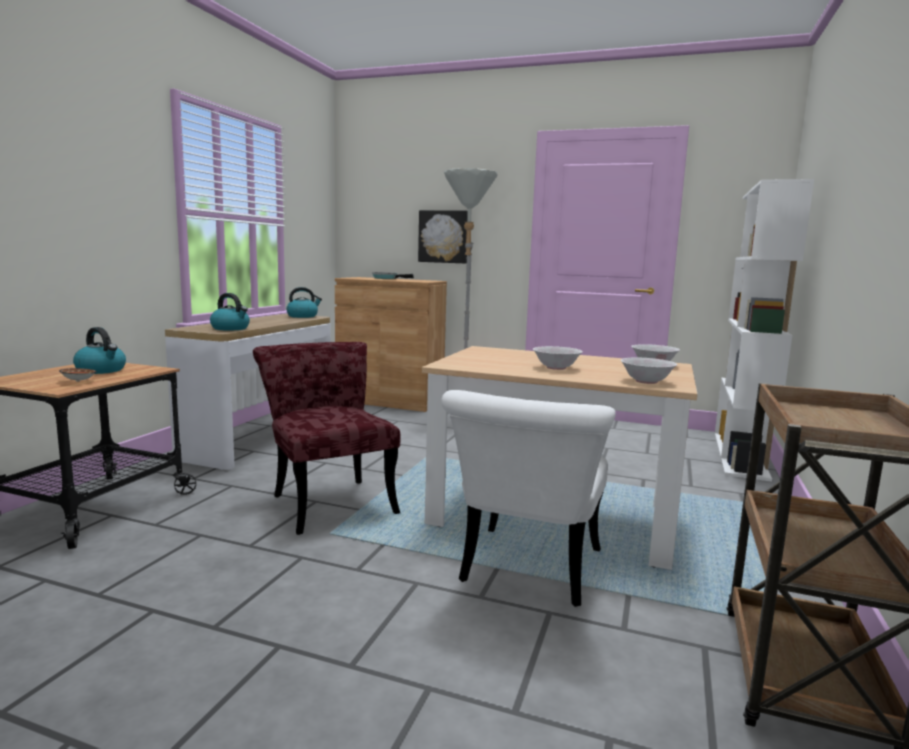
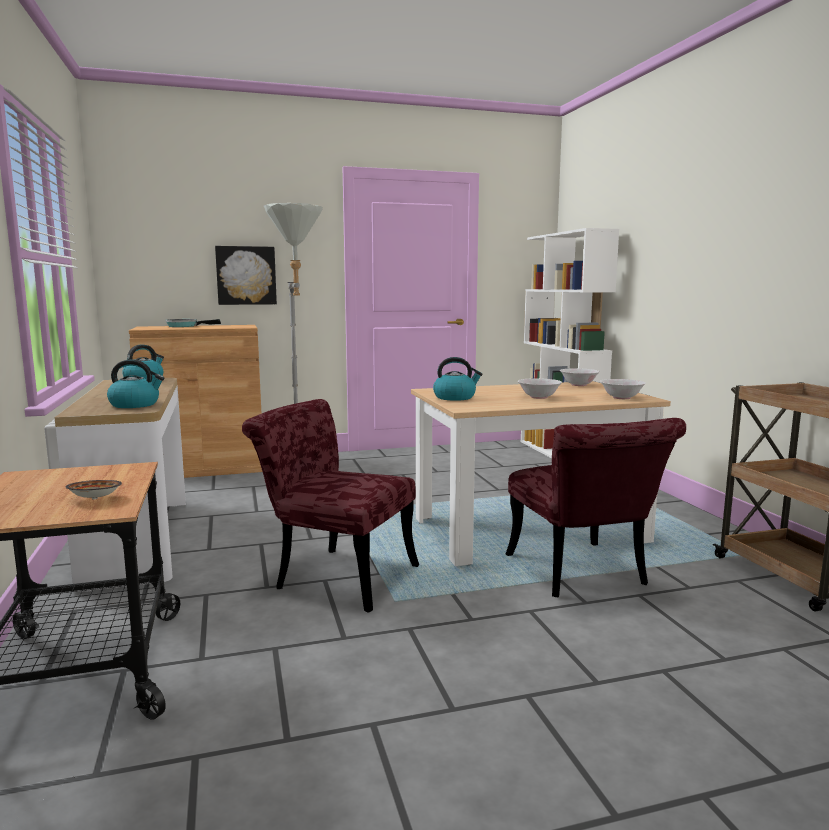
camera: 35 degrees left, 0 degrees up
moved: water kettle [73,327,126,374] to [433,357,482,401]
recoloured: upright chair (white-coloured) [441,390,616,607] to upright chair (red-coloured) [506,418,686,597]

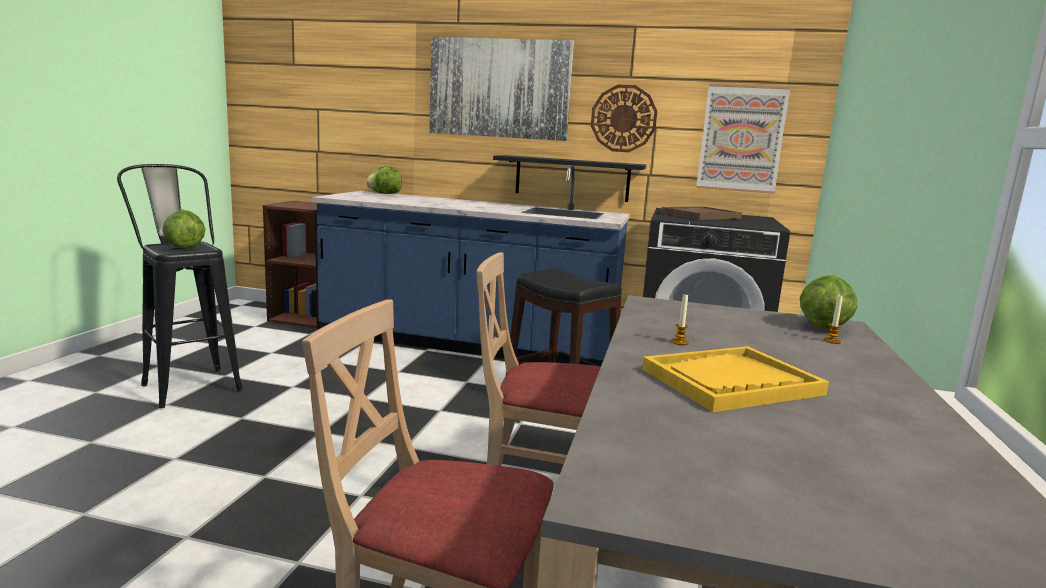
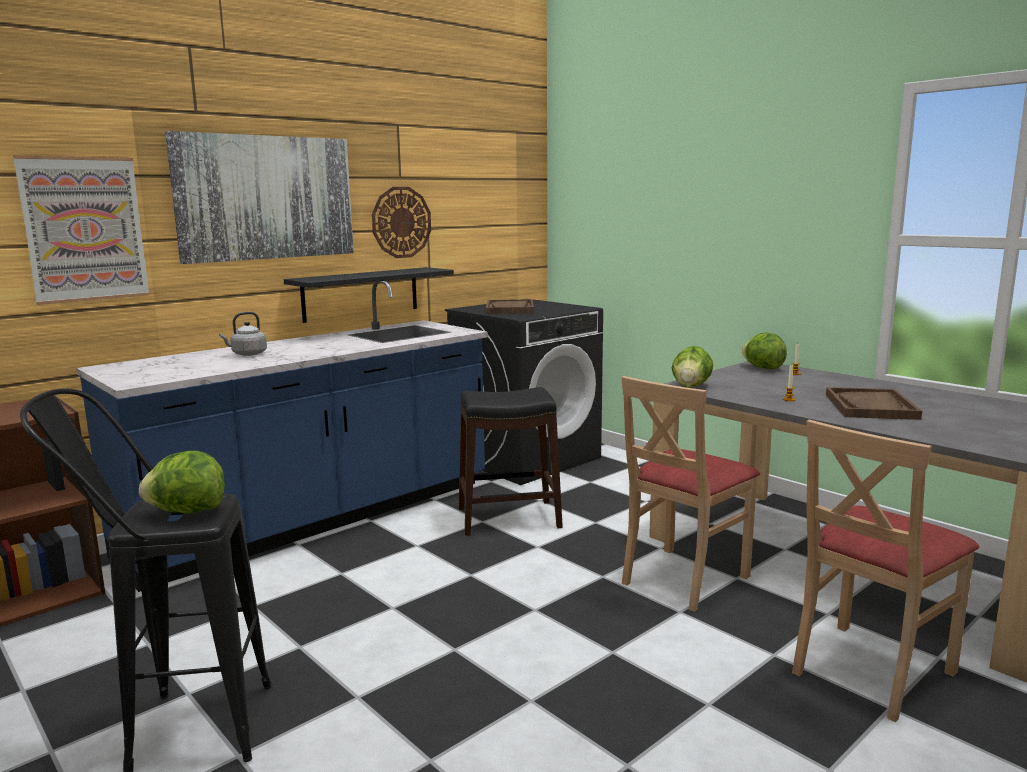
camera: 55 degrees left, 0 degrees up
added: water kettle (gray) [219,312,267,356]
moved: lettuce head [366,166,402,194] to [672,346,713,388]; wall art [696,84,790,194] to [13,155,150,305]
recoloured: carrying tray (yellow-coloured) [642,346,829,412] to carrying tray (brownish) [826,387,922,420]

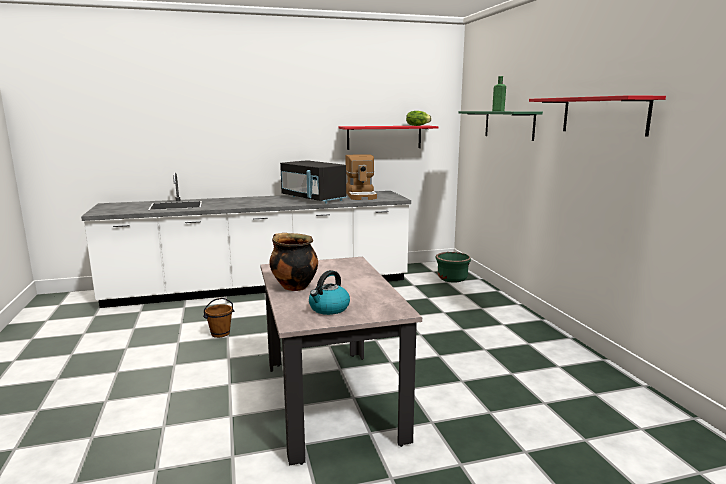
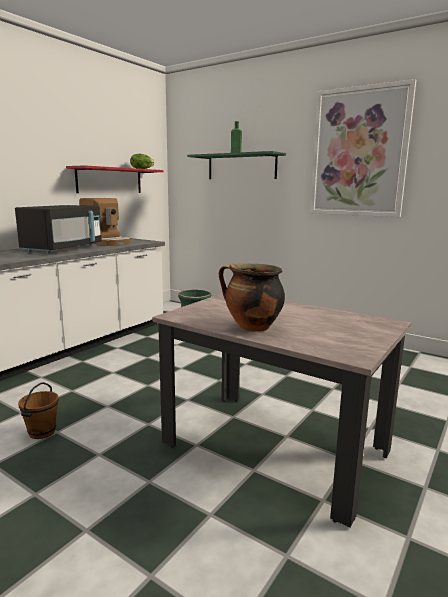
camera: 40 degrees left, 0 degrees up
removed: water kettle [309,270,350,315]
replaced: wall shelf (red-coloured) [529,95,666,136] to wall art [310,79,416,217]
turned: kitchen microwave (black) [280,160,347,204] = [15,205,102,254] 75 degrees counterclockwise

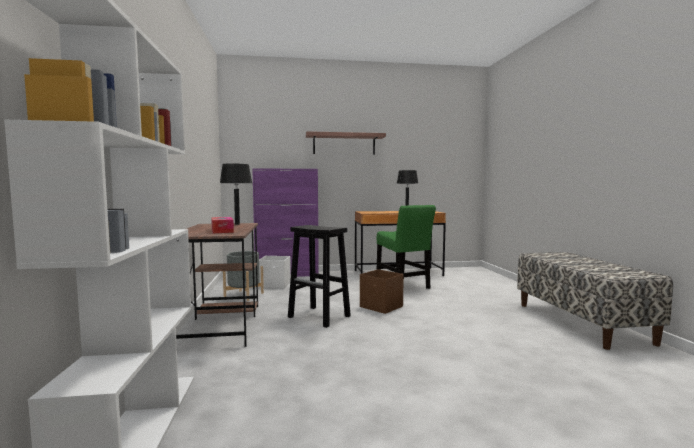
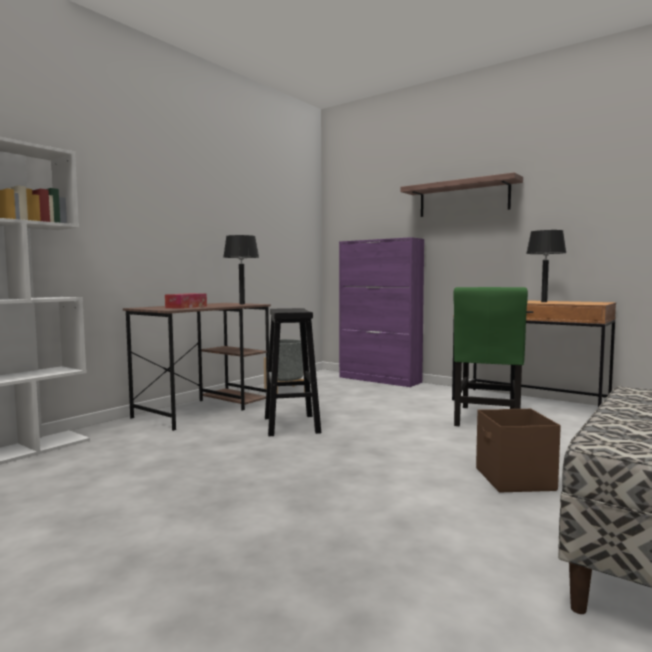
camera: 45 degrees right, 0 degrees up
removed: storage container (white-coloured) [259,256,291,288]
moved: storage container (brownish) [360,269,404,314] to [476,409,561,492]

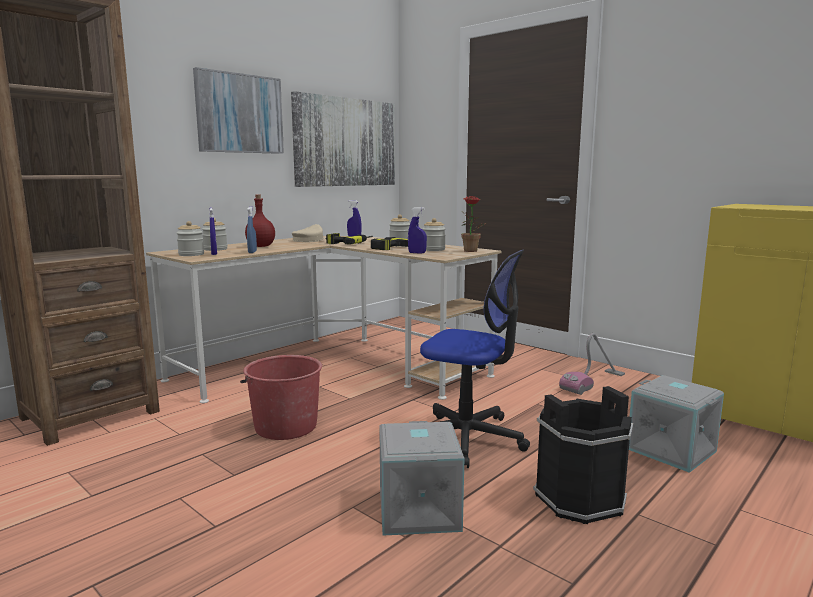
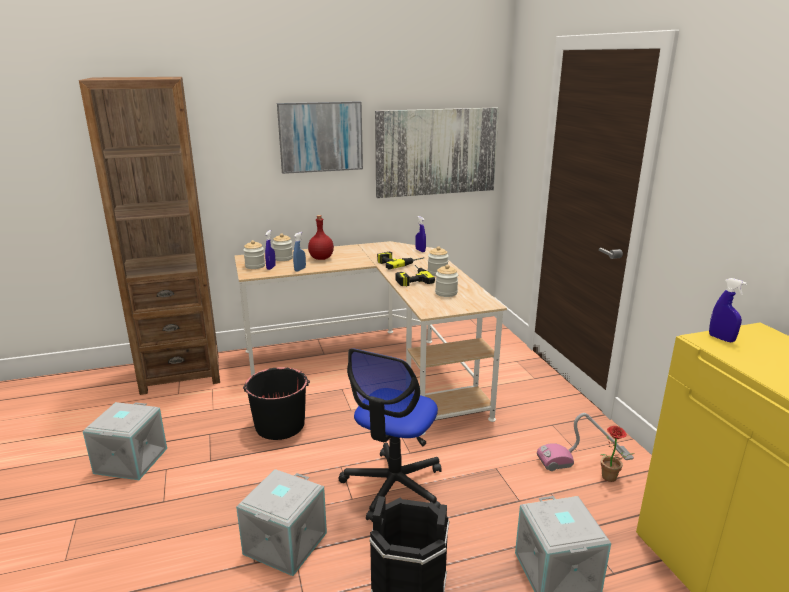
camera: 30 degrees right, 10 degrees up
removed: cap (beige) [292,224,326,242]
added: storage container (gray) [83,402,167,480]
moved: hand sprayer (blue-coloured) [408,207,427,254] to [709,278,747,342]; potted plant [461,196,487,252] to [601,426,635,482]
recoloured: pail (red-coloured) [240,355,322,440] to pail (black) [243,367,310,440]
turned: desk chair [420,250,530,468] = [338,348,442,522] 60 degrees clockwise

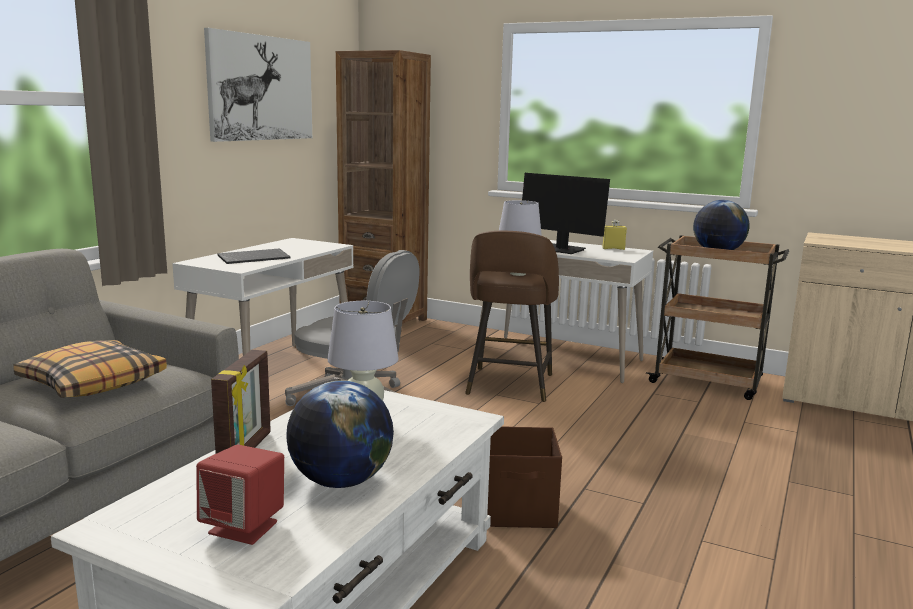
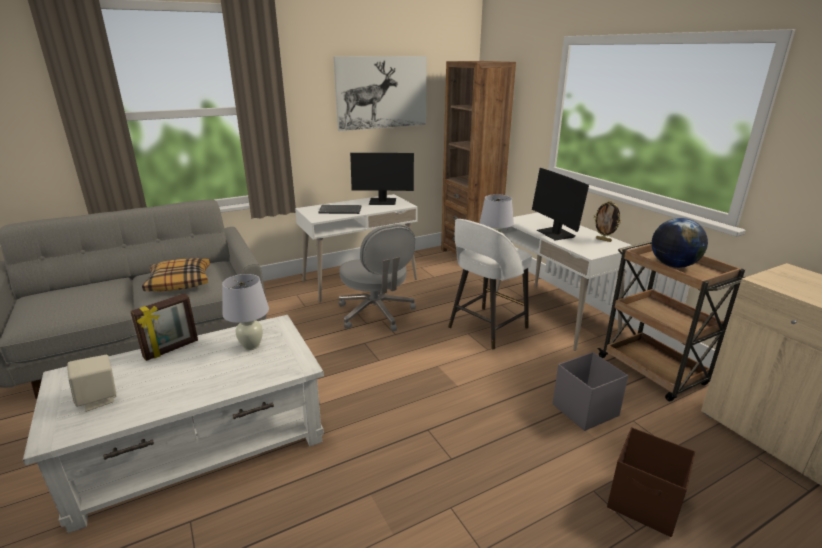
camera: 35 degrees right, 10 degrees up
removed: globe [286,380,394,488]
added: computer screen [350,153,414,205]; storage container (gray) [553,352,628,431]
moved: storage container (brownish) [487,426,562,528] to [607,427,695,537]
replaced: beverage bottle (yellow-coloured) [602,220,627,250] to photo frame [593,201,621,242]
recoloured: speaker (red-coloured) [196,444,284,545] to speaker (beige) [67,355,116,412]; stool seat (brownish) [465,231,559,402] to stool seat (white-coloured) [448,219,532,350]

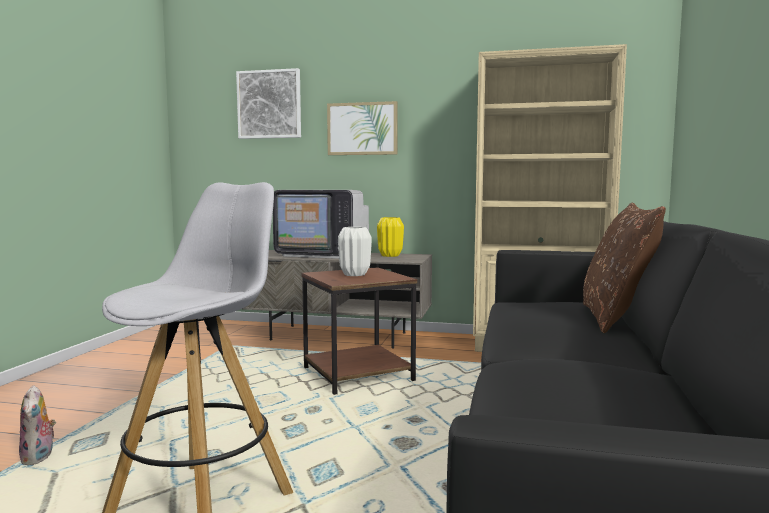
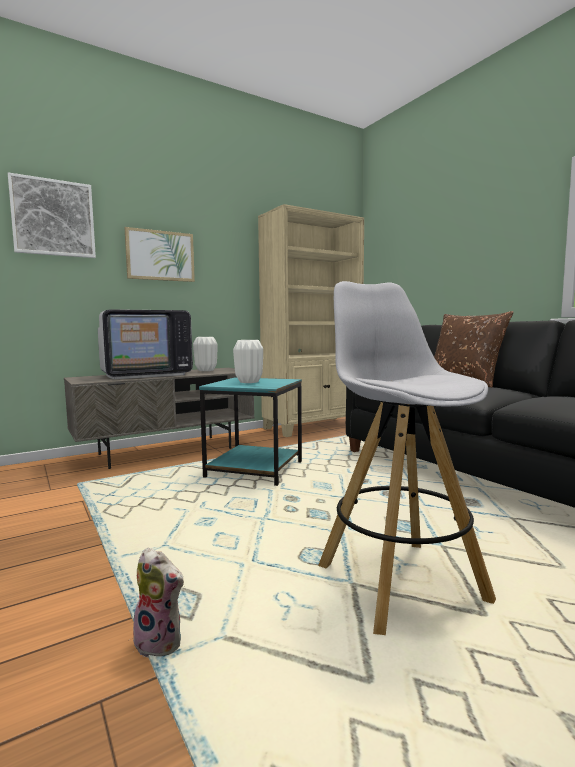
camera: 45 degrees left, 0 degrees up
recoloured: accent table (brownish) [301,267,417,395] to accent table (turquoise-coloured) [199,377,302,486]; decorative vase (yellow-coloured) [377,217,404,257] to decorative vase (white-coloured) [193,337,217,371]

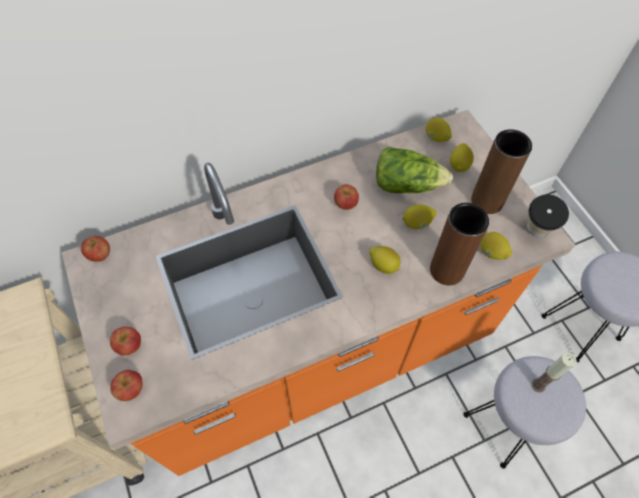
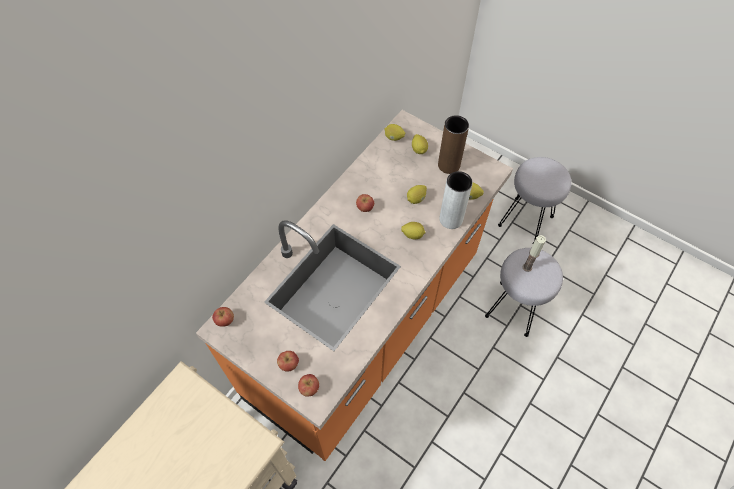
camera: 30 degrees left, 0 degrees up
removed: lettuce head [376,147,453,193]; small cup [527,194,569,237]
recoloured: decorative vase (brownish) [430,203,489,285] to decorative vase (gray) [439,171,473,229]

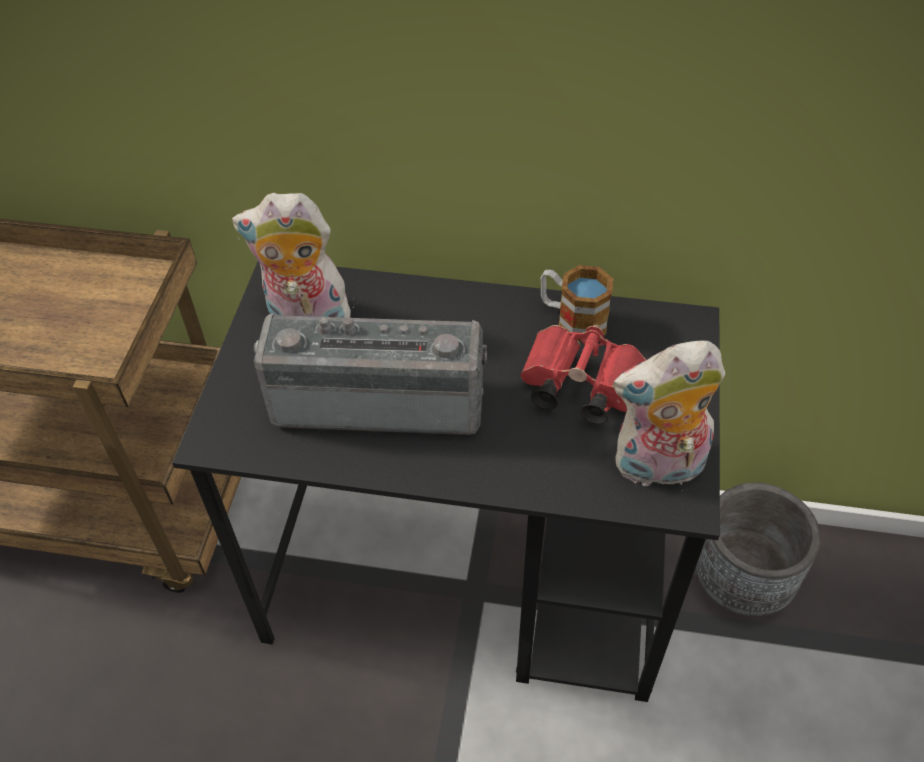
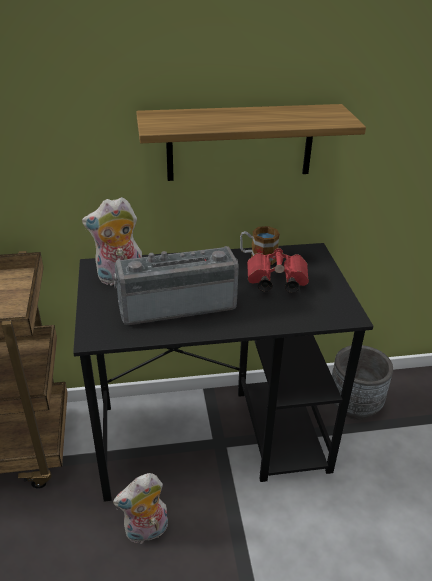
camera: 20 degrees left, 15 degrees down
added: wall shelf [136,104,366,181]
moved: soft toy [613,341,725,491] to [113,473,168,544]

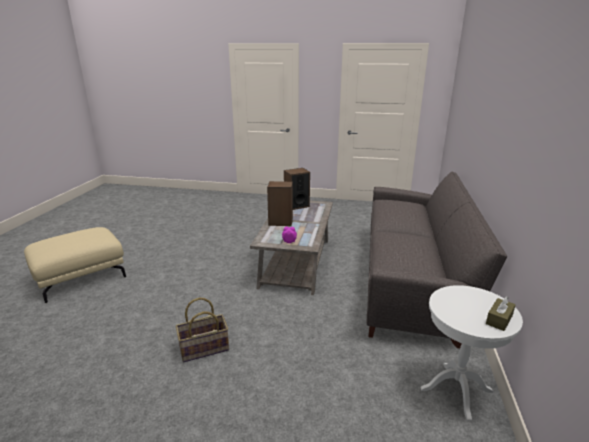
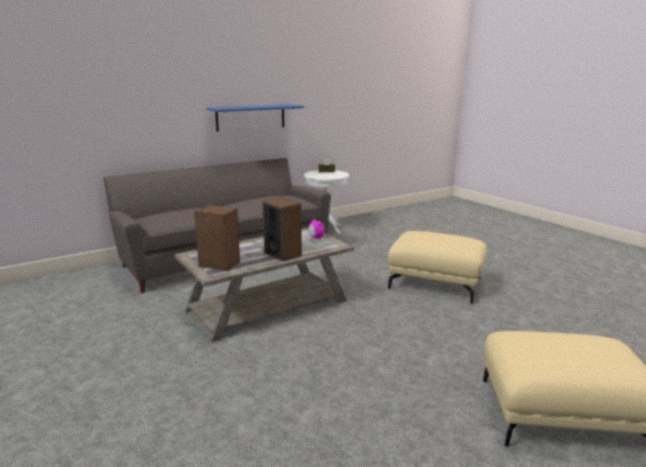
camera: 135 degrees left, 5 degrees down
added: wall shelf (blue-coloured) [207,104,304,132]
replaced: storage basket [176,297,229,363] to footrest (beige) [388,231,487,304]

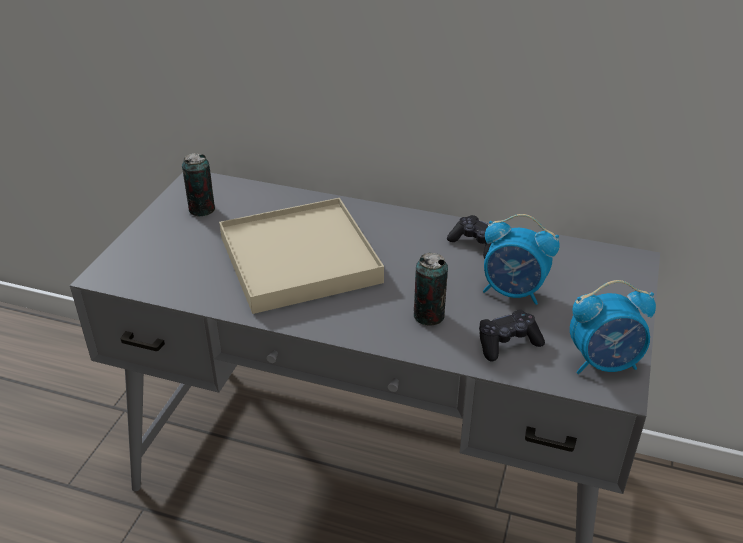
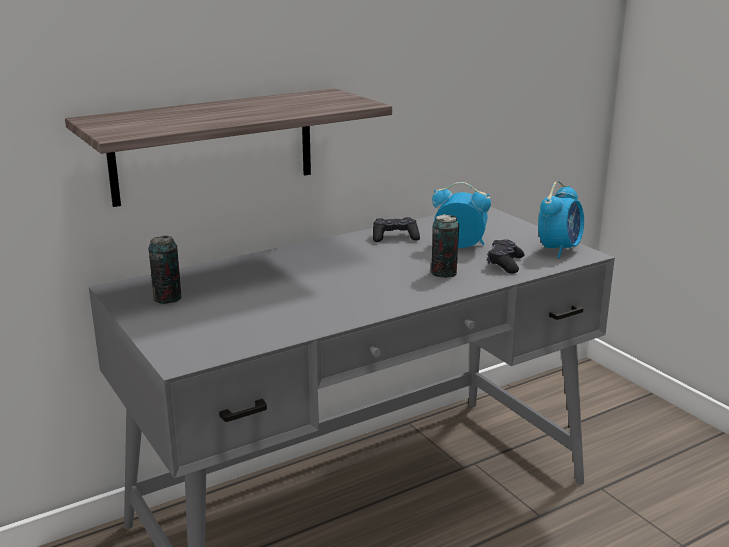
camera: 50 degrees left, 15 degrees down
removed: carrying tray (beige) [219,198,384,314]
added: wall shelf [65,88,392,207]
turned: bedside clock [483,214,560,305] = [432,182,491,248] 135 degrees counterclockwise

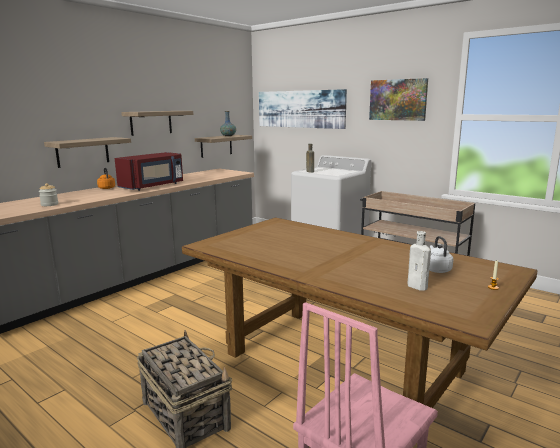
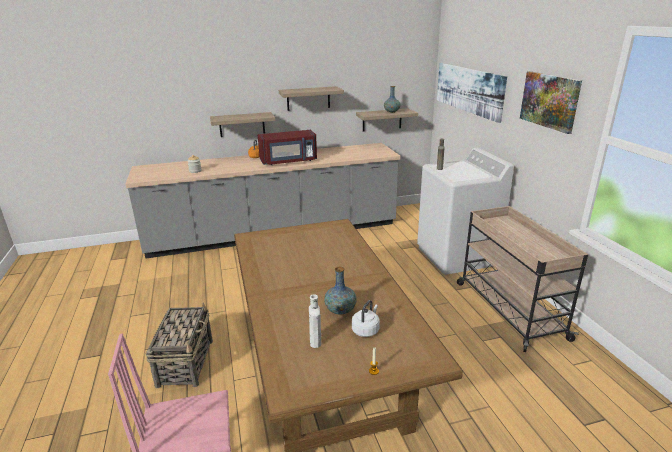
camera: 35 degrees right, 10 degrees up
added: decorative vase [324,267,357,314]

